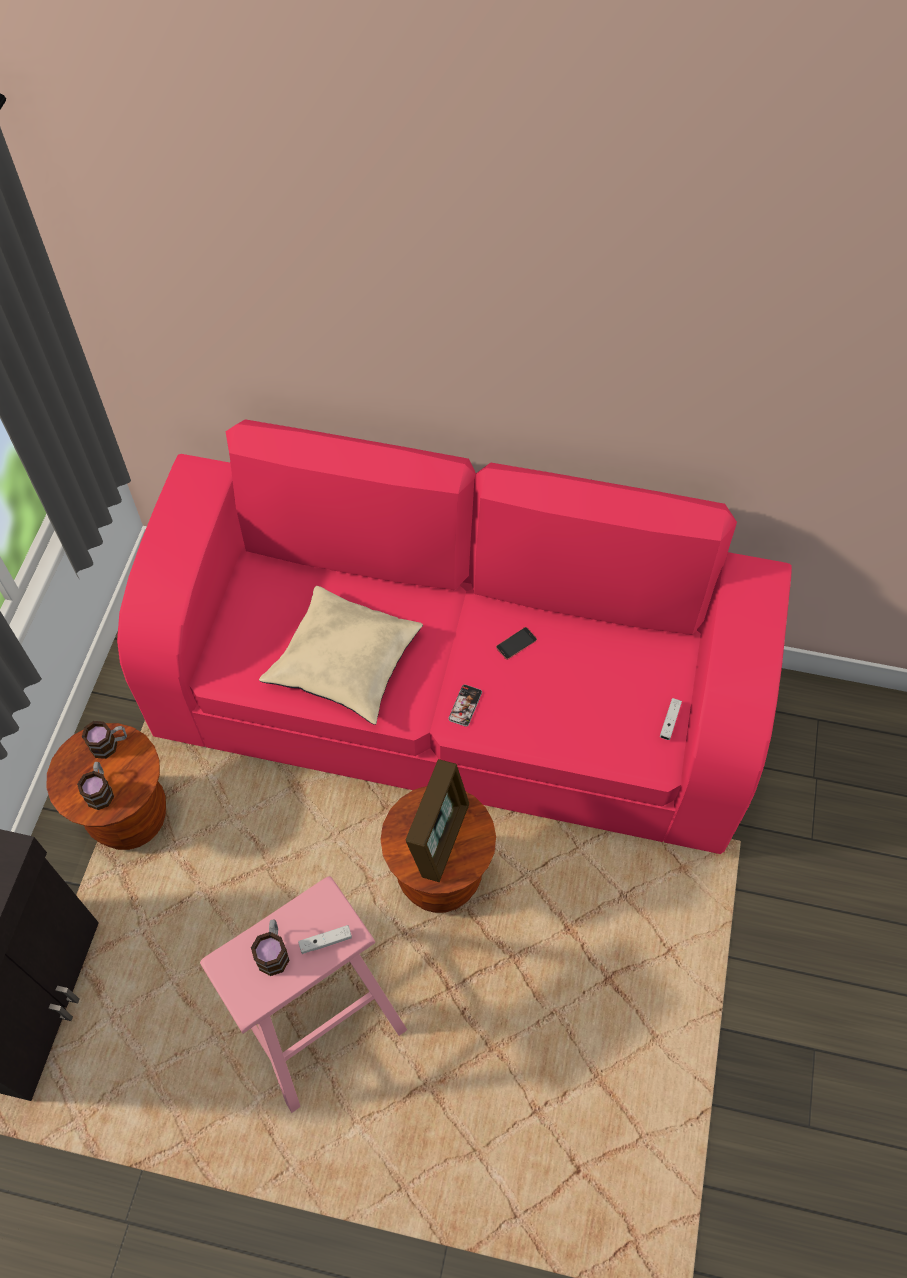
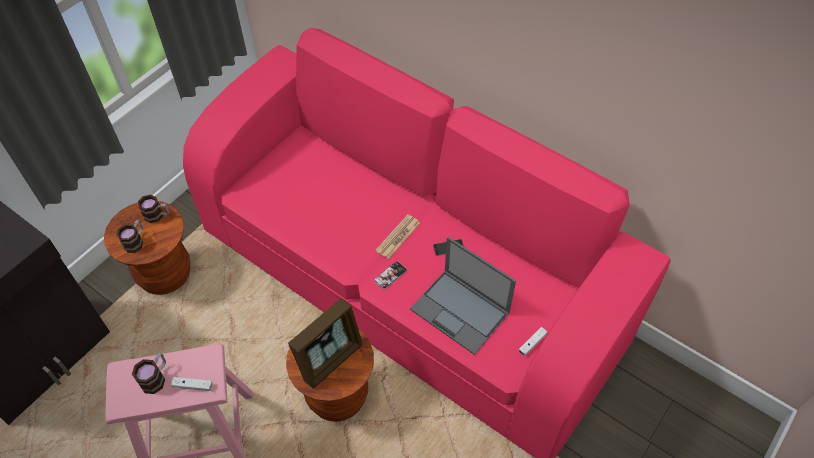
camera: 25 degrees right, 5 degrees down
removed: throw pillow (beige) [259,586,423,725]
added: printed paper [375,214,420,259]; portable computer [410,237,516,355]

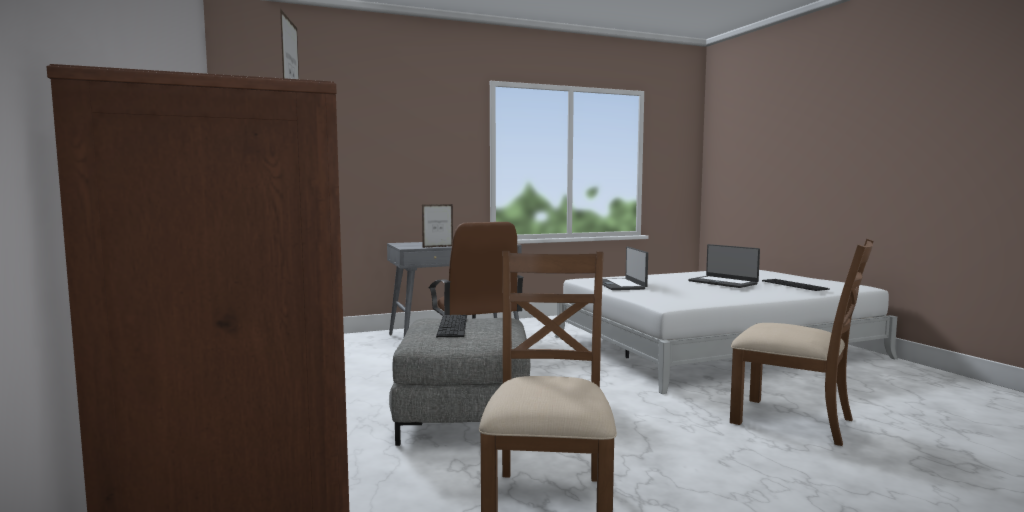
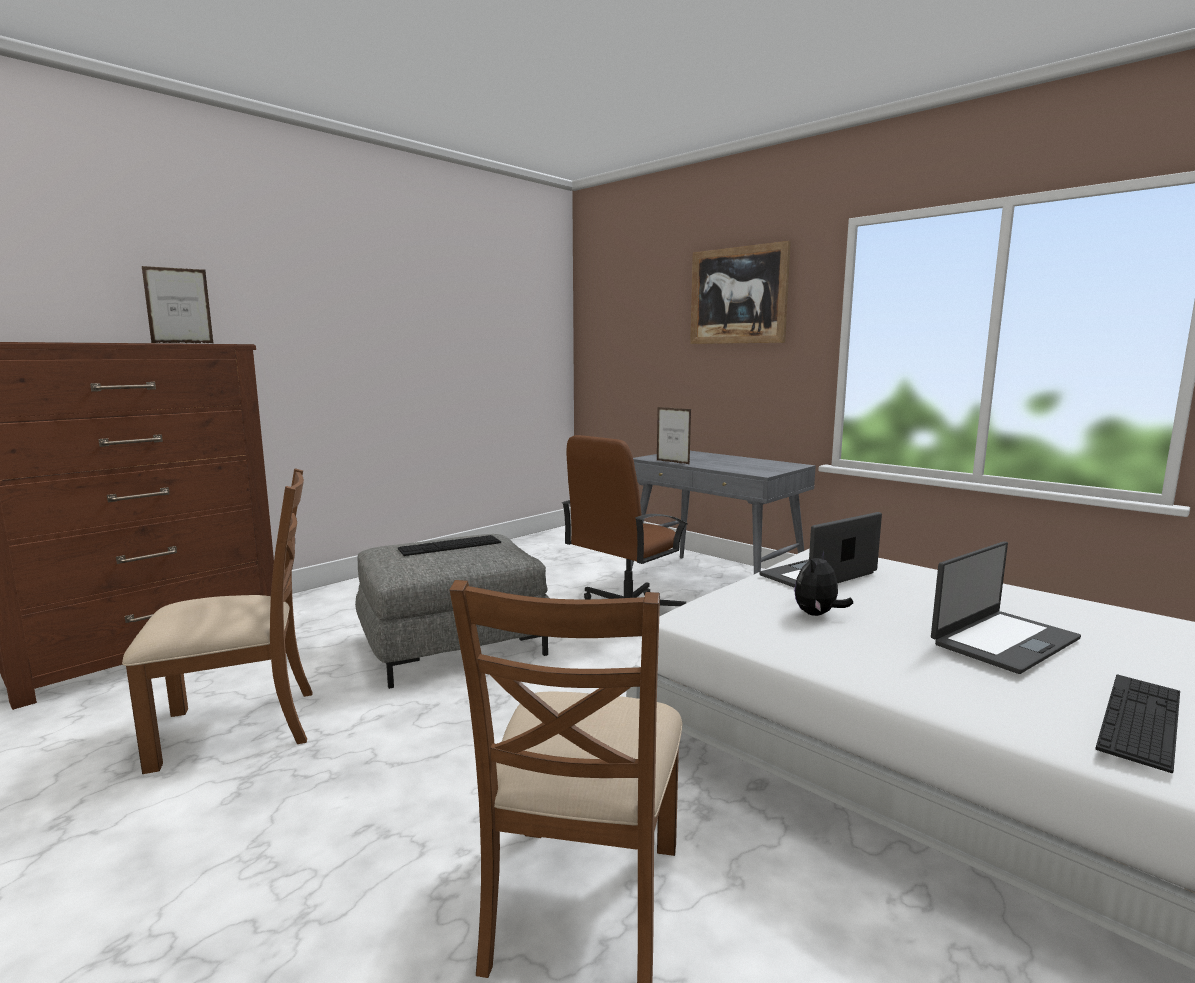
camera: 65 degrees right, 5 degrees up
added: wall art [690,241,791,344]; soft toy [794,550,853,616]
turned: portable computer [688,244,760,288] = [931,541,1081,674] 150 degrees counterclockwise

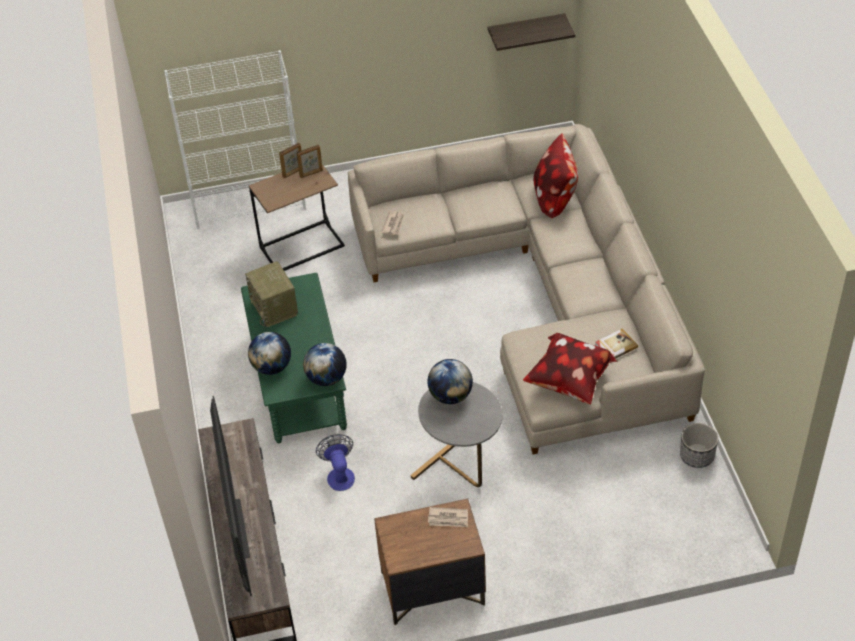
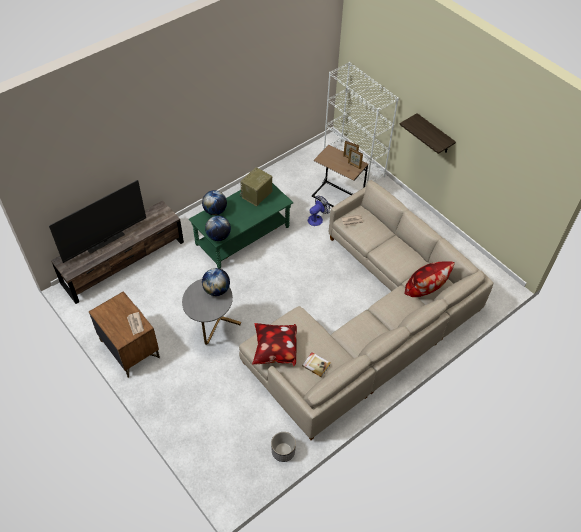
camera: 60 degrees right, 5 degrees up
moved: fan [316,434,355,491] to [308,196,330,226]; wall shelf [488,13,576,51] to [399,113,456,154]

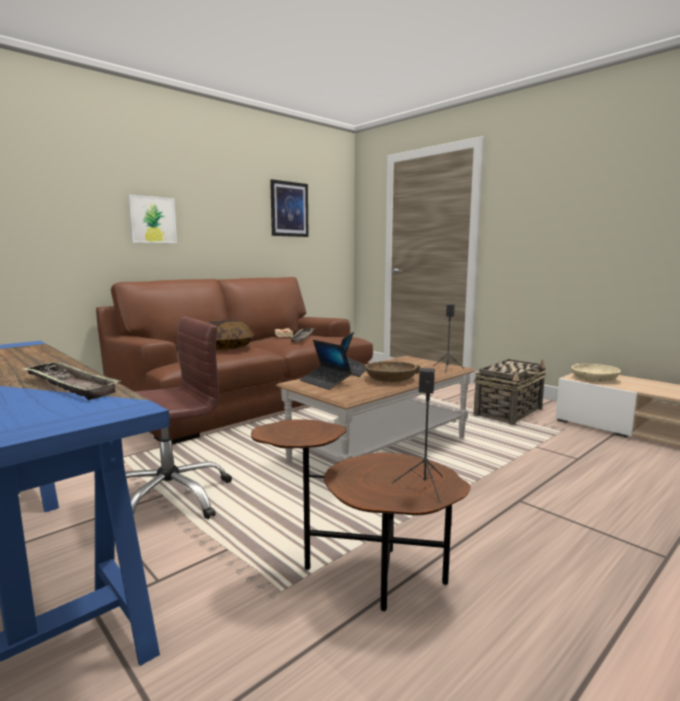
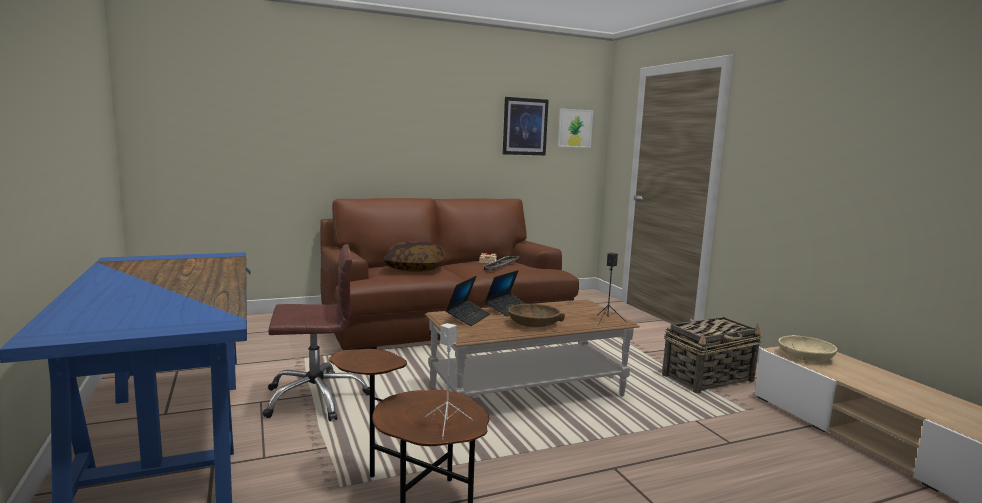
camera: 20 degrees right, 0 degrees up
removed: carrying tray [21,362,121,400]
moved: wall art [128,195,177,243] to [558,108,593,148]
recoloured: speaker (black) [392,368,443,503] to speaker (white-coloured) [425,323,473,440]
turned: portable computer [300,340,352,390] = [446,276,490,326] 135 degrees counterclockwise

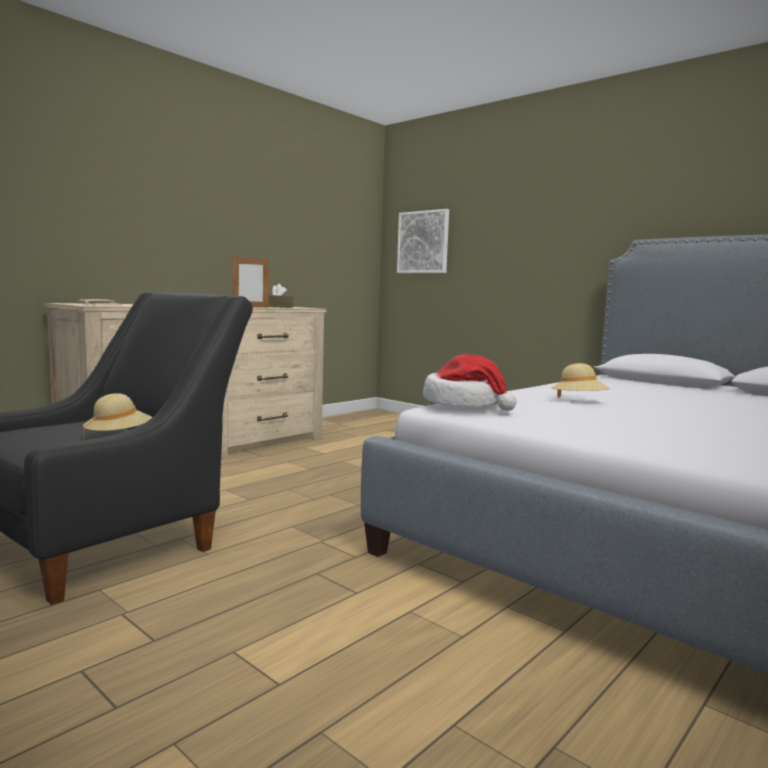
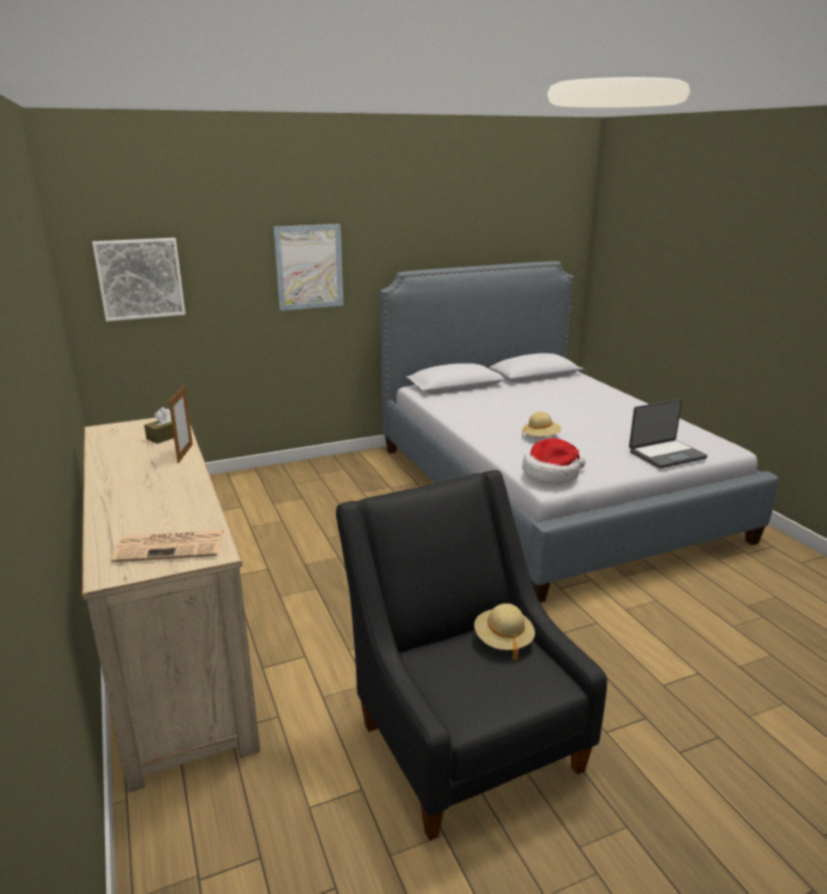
camera: 65 degrees left, 15 degrees up
added: wall art [273,224,344,311]; portable computer [629,399,707,469]

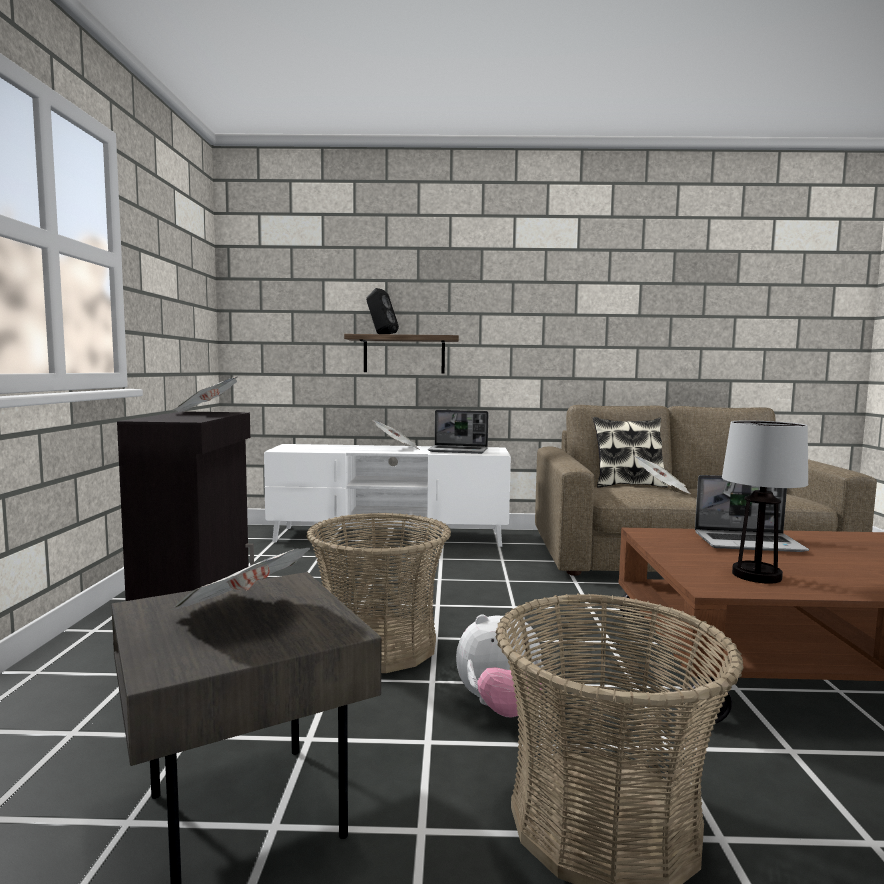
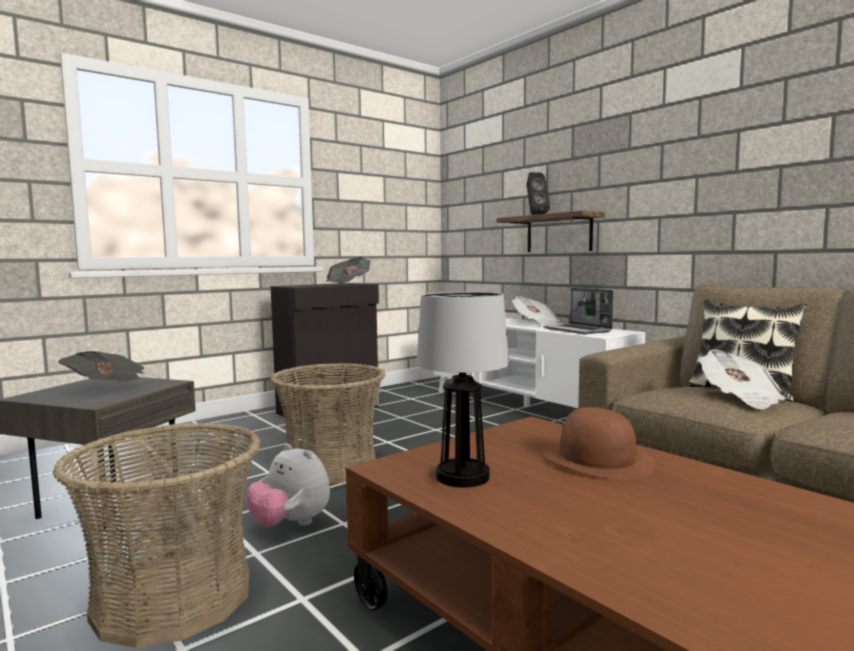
camera: 50 degrees right, 0 degrees up
replaced: portable computer [695,475,809,552] to clothing hat (brownish) [543,407,655,480]

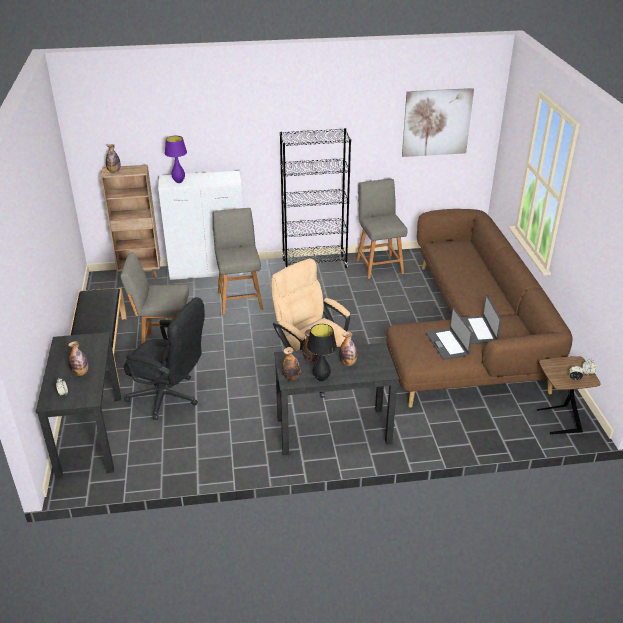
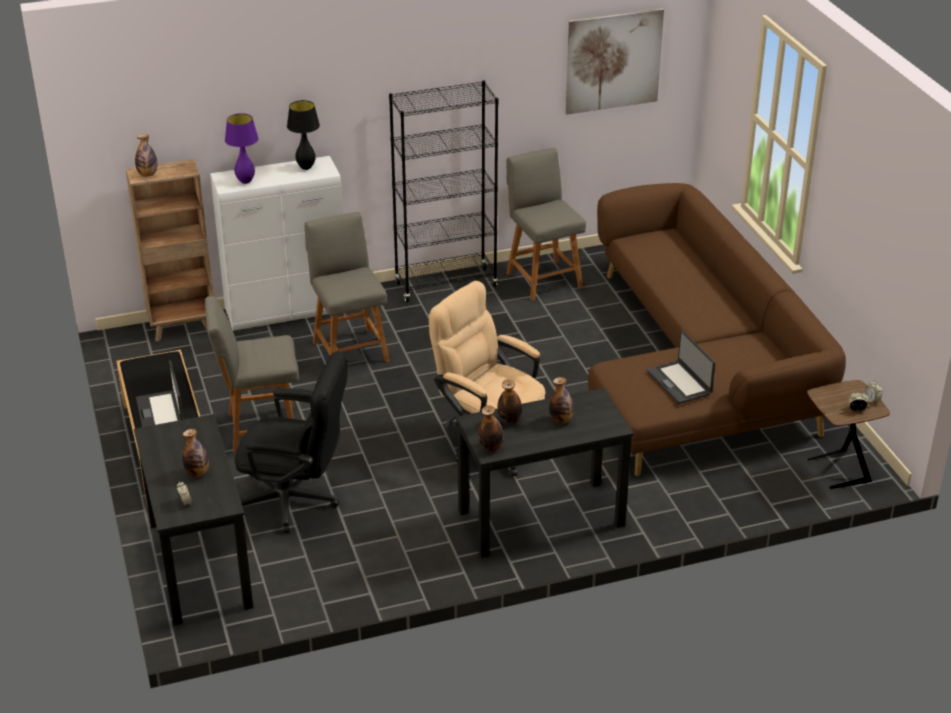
camera: 10 degrees left, 0 degrees up
moved: tabletop lamp (black) [307,324,337,382] to [287,100,320,170]; portable computer [462,295,502,344] to [136,360,183,427]

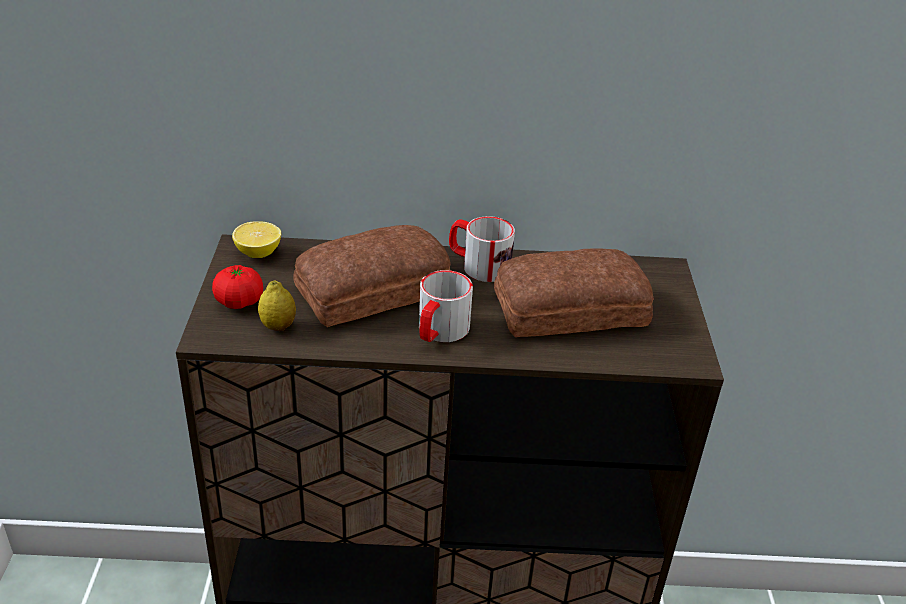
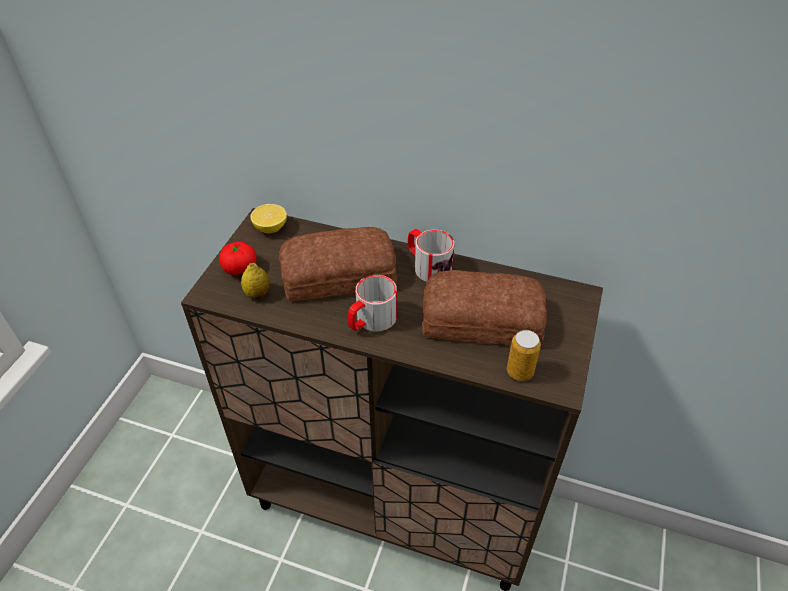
camera: 20 degrees right, 10 degrees up
added: metal can [507,330,541,381]

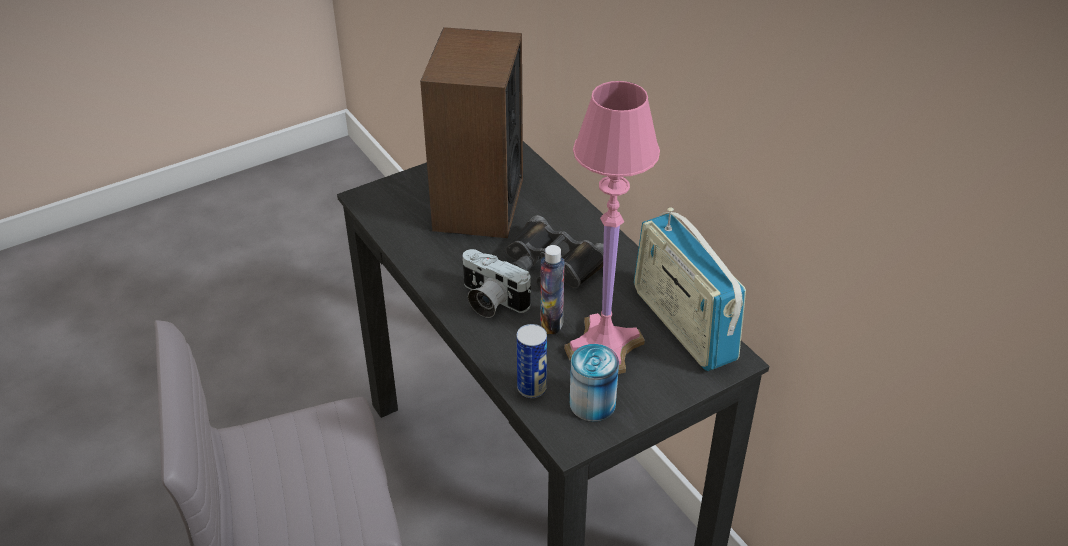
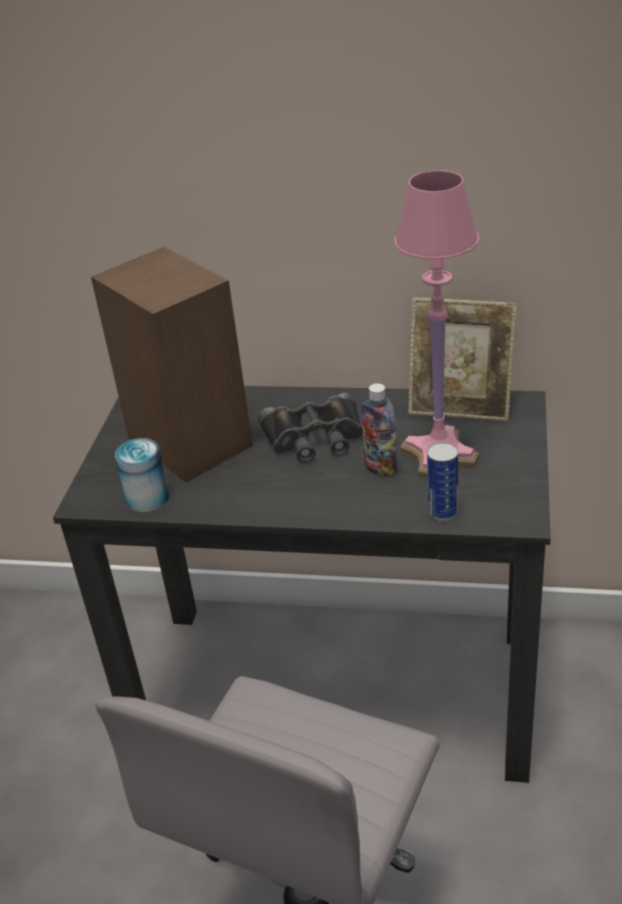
camera: 45 degrees left, 5 degrees down
removed: photo camera [463,249,531,318]
moved: metal can [570,344,619,421] to [115,438,169,512]
replaced: radio receiver [634,207,746,371] to photo frame [408,297,517,421]

